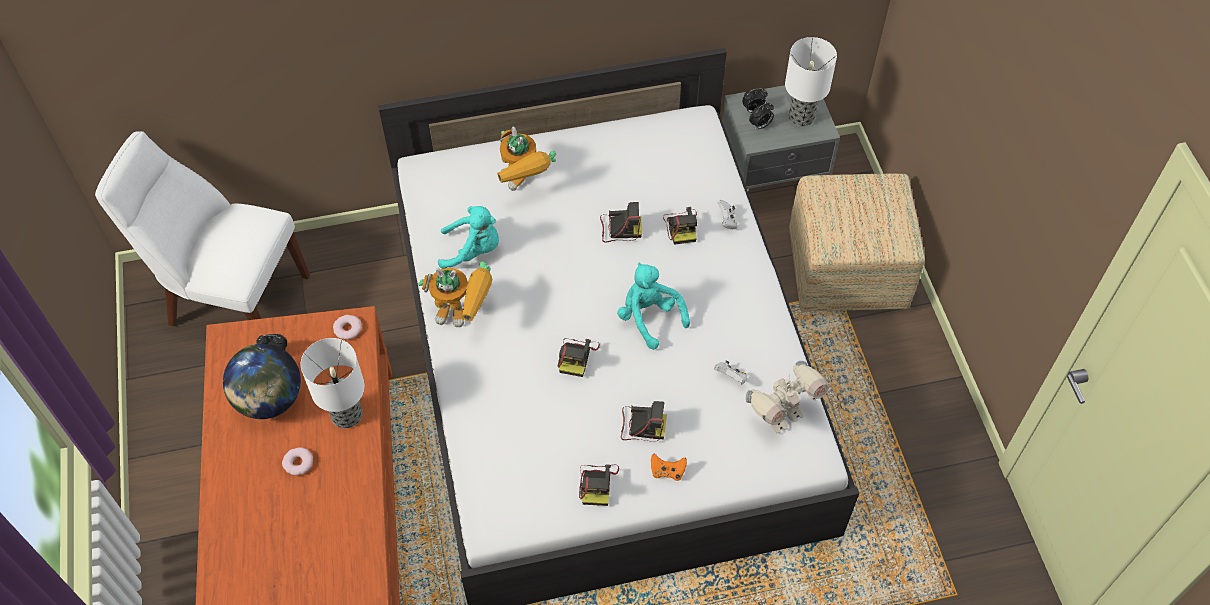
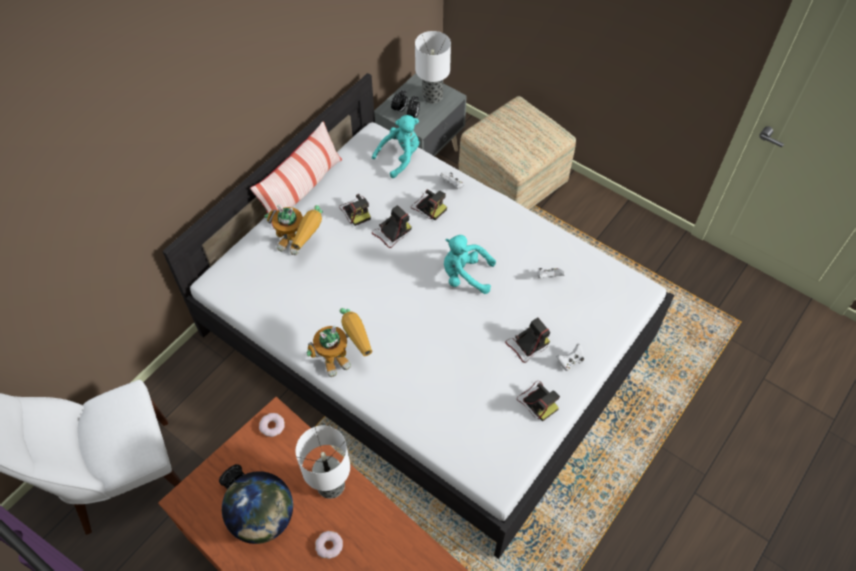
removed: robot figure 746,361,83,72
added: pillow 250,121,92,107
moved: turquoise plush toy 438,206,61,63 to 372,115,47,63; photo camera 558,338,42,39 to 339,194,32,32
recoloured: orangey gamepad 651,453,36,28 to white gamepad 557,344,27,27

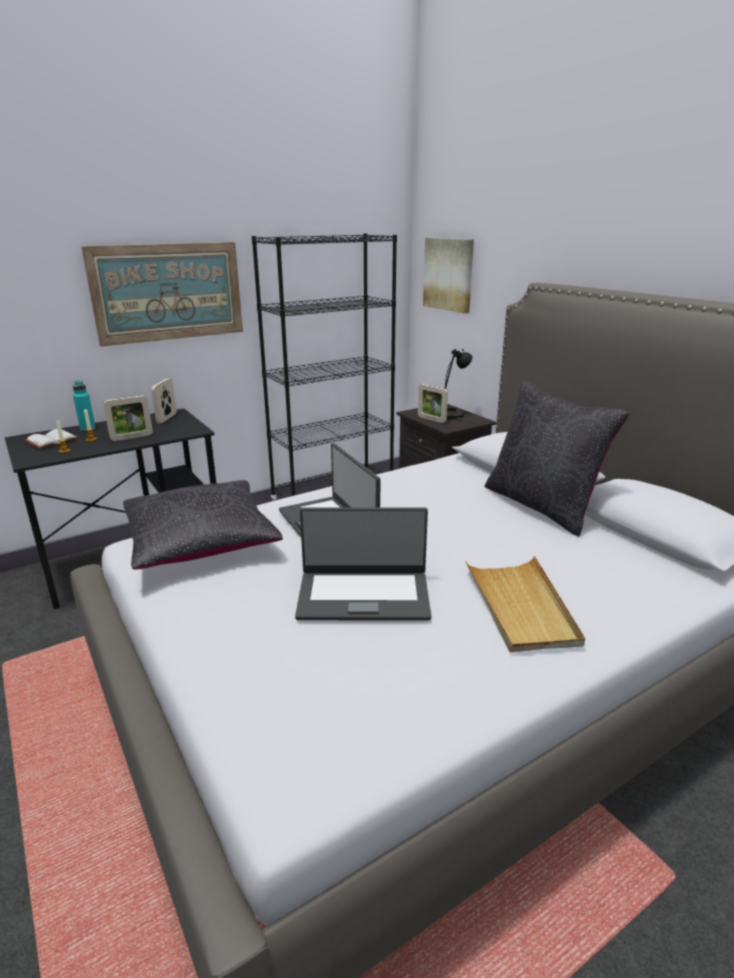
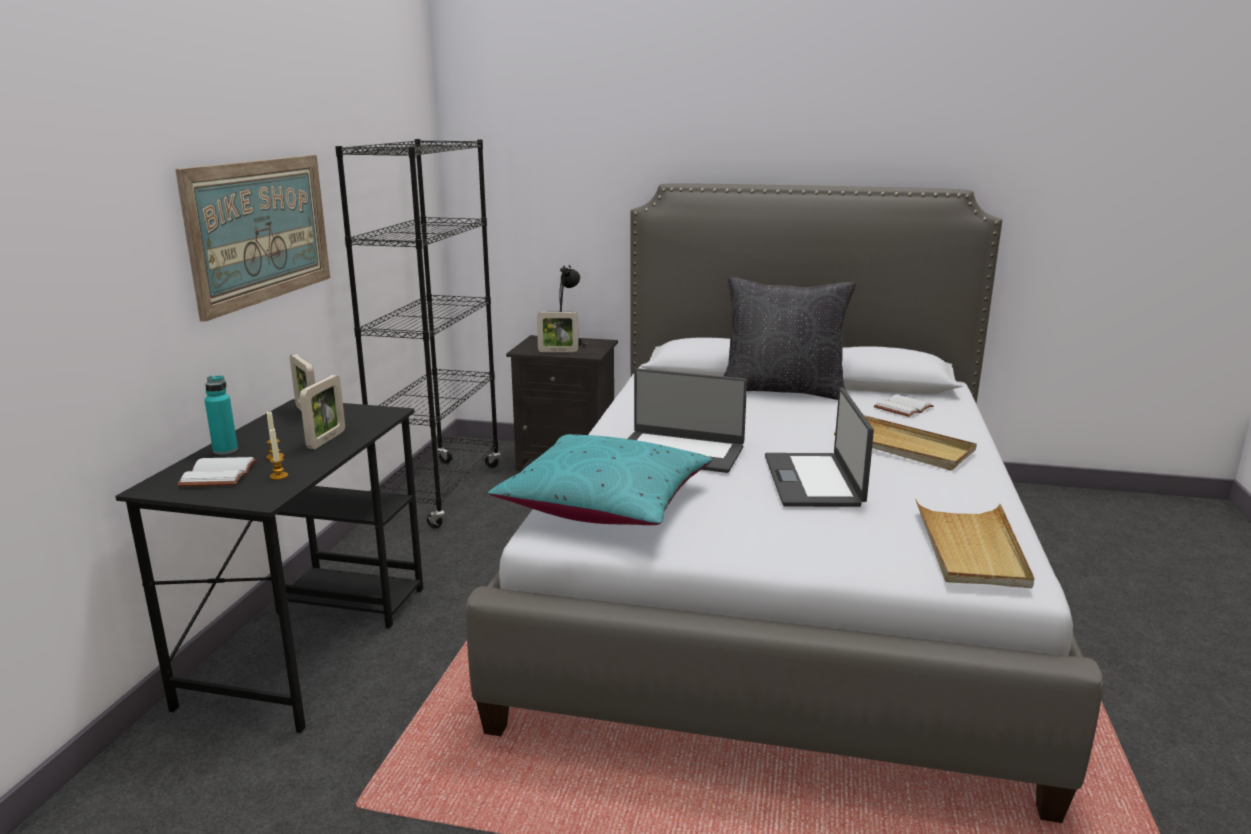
removed: wall picture 423,238,51,76
added: white book 874,395,60,22; beige-coloured tray 915,499,119,89
recoloured: black-coloured pillow 123,480,160,90 to turquoise pillow 488,434,224,91
turned: notebook computer 295,508,136,113 = 765,388,109,119 135 degrees clockwise

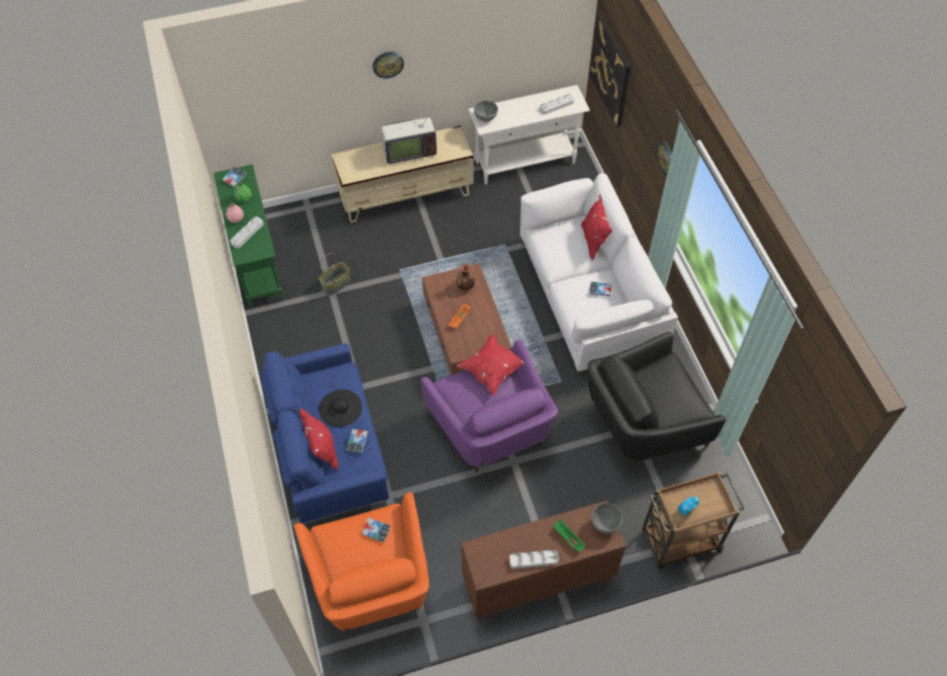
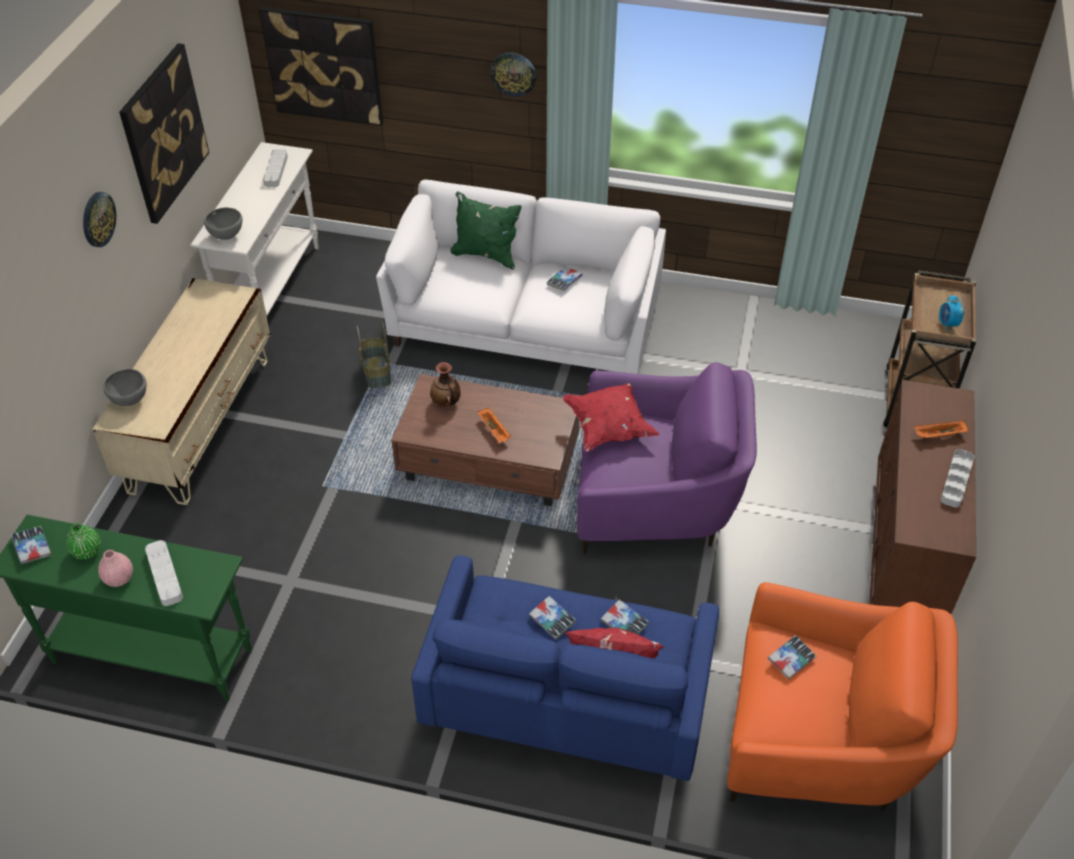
removed: TV 381,104,56,61; black-coloured armchair 588,332,138,133
added: wall picture 119,43,90,181
moved: household basket 319,253,32,43 to 356,321,35,67; greyish bowl 591,503,32,31 to 103,369,44,37
replaced: black-coloured wearable hat 319,389,43,38 to book 529,596,47,44
recoloured: greenish tray 553,519,32,32 to orangey tray 914,420,55,18; red-coloured pillow 581,194,31,66 to greenish pillow 451,191,71,79

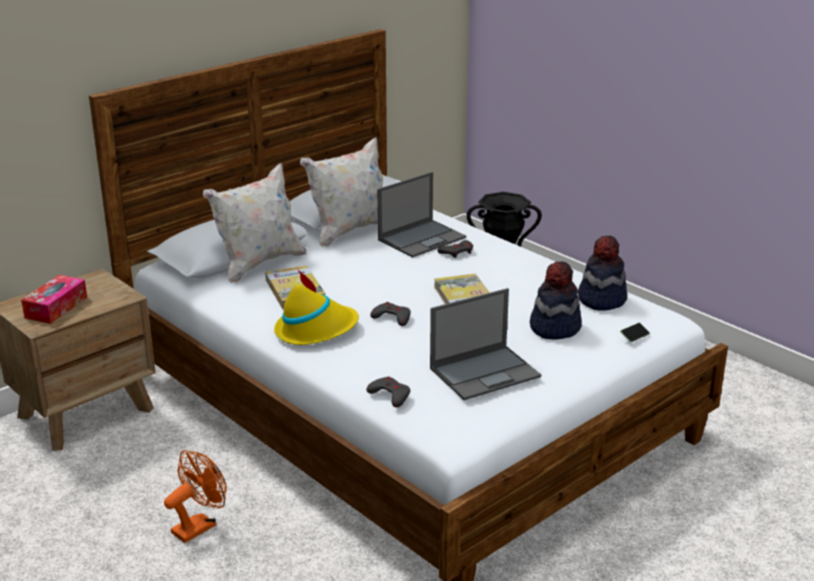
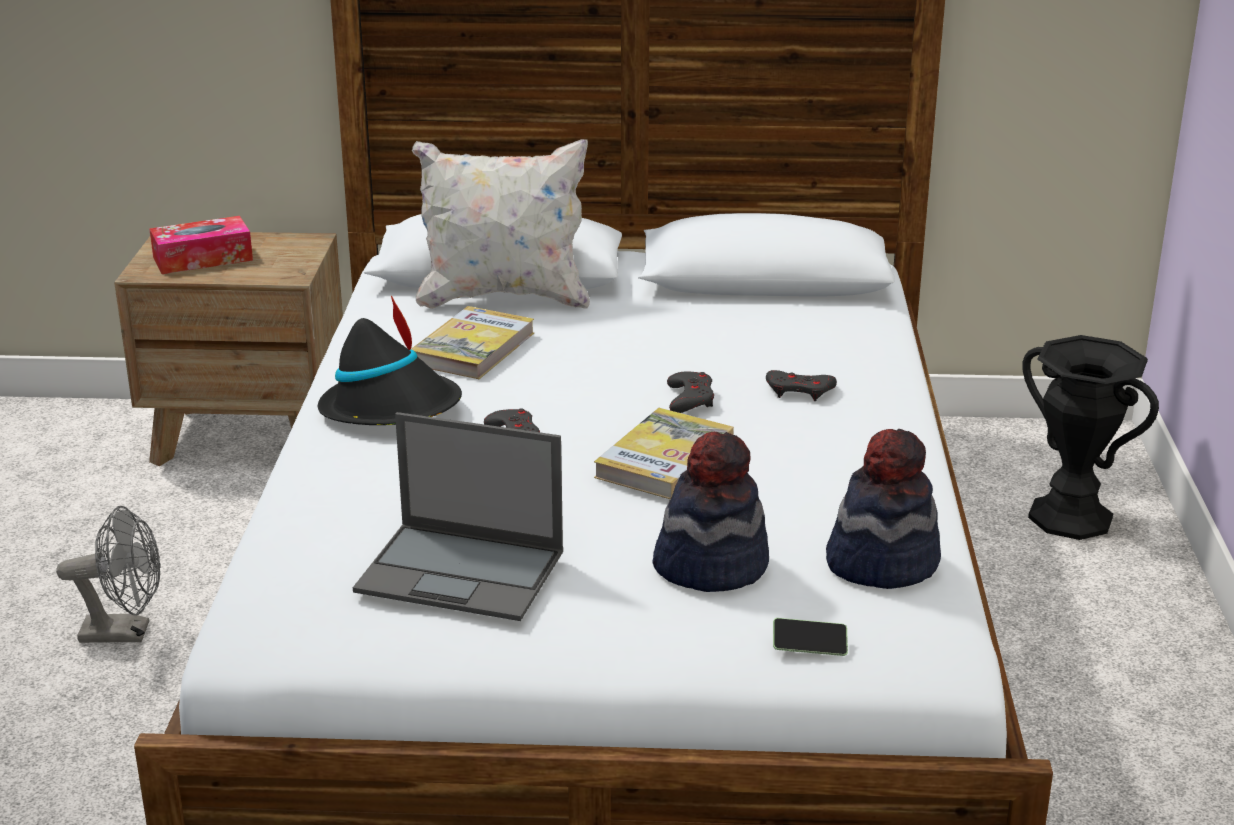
removed: white pillow 300,137,83,110; notebook computer 378,172,88,86
moved: greyish gamepad 366,376,44,31 to 667,372,47,41
recoloured: orangey electric fan 164,450,63,93 to greyish electric fan 56,506,105,137; yellowish wearable hat 274,270,85,75 to black-coloured wearable hat 318,296,144,129

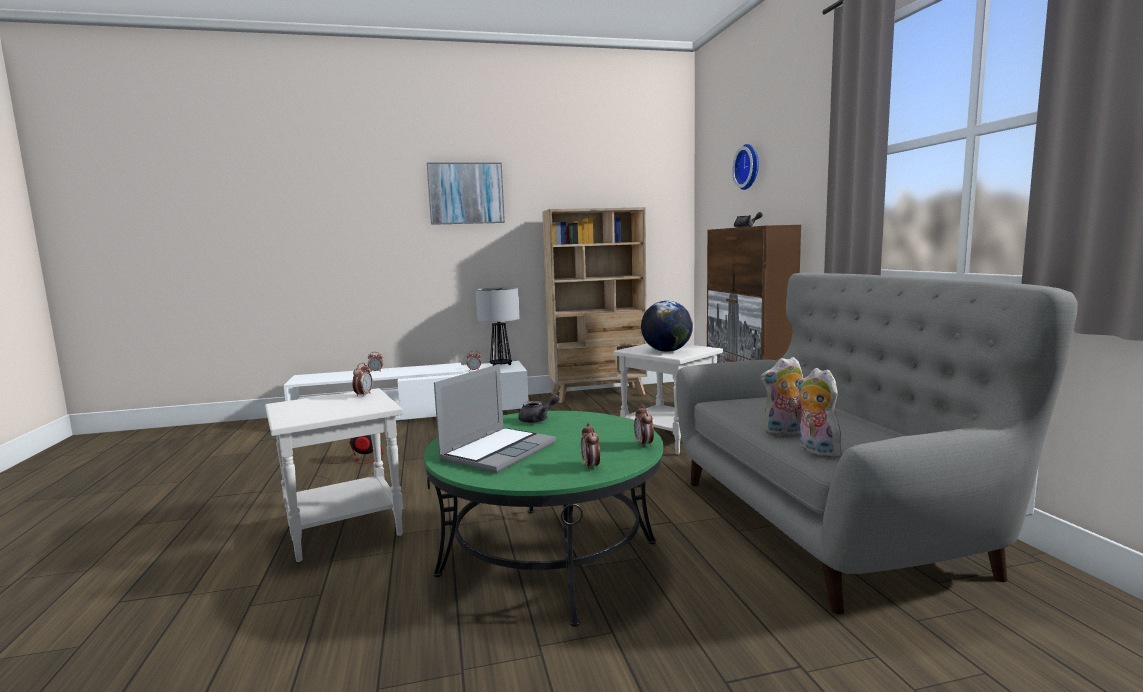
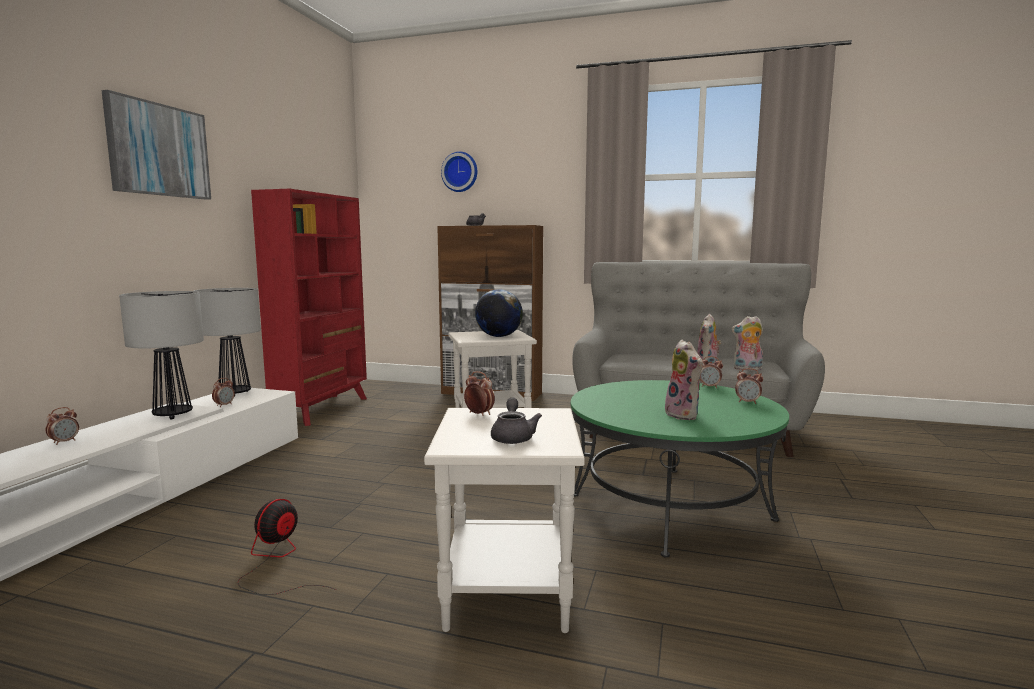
added: tabletop lamp 119,291,85,128
moved: greyish pot for tea 518,394,42,29 to 491,398,51,46
replaced: notebook computer 434,364,122,109 to plush toy 665,340,38,80
recoloured: beige-coloured bookshelf 542,207,105,196 to red-coloured bookshelf 251,189,116,237

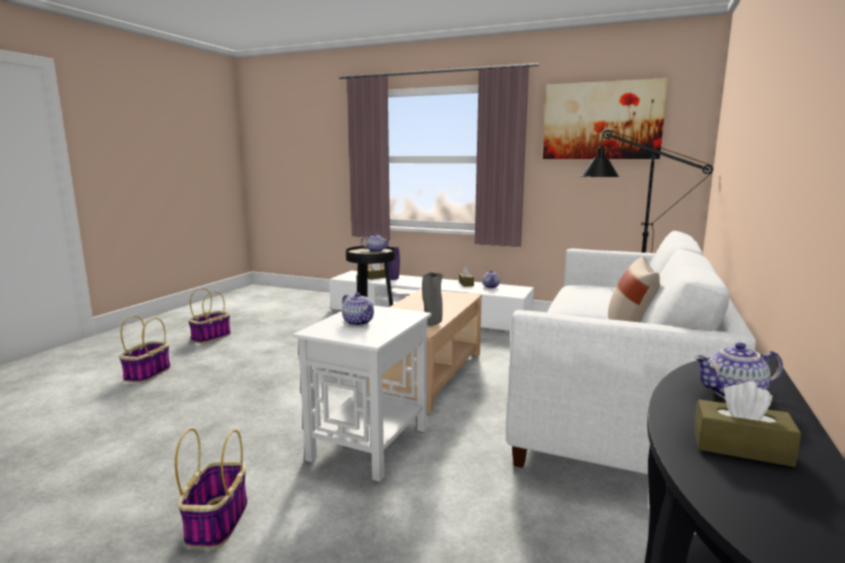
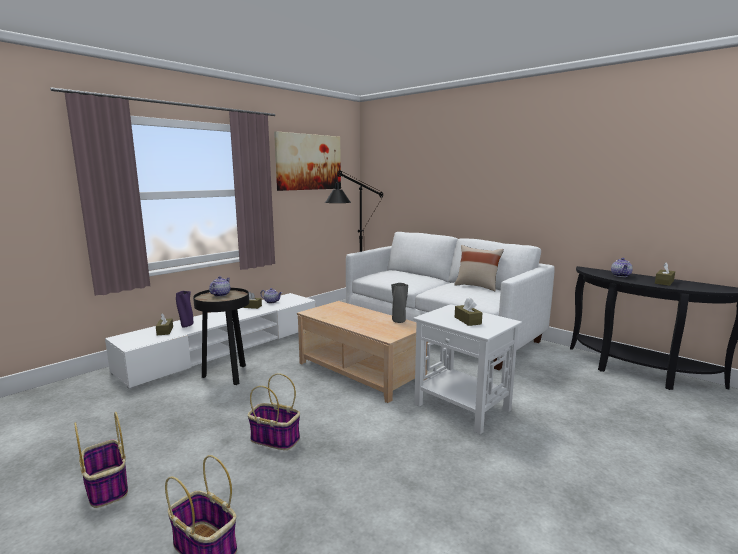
moved: household basket 175,428,73,120 to 248,373,52,77
replaced: pot for tea 342,293,32,33 to brownish tissue holder 455,298,27,28

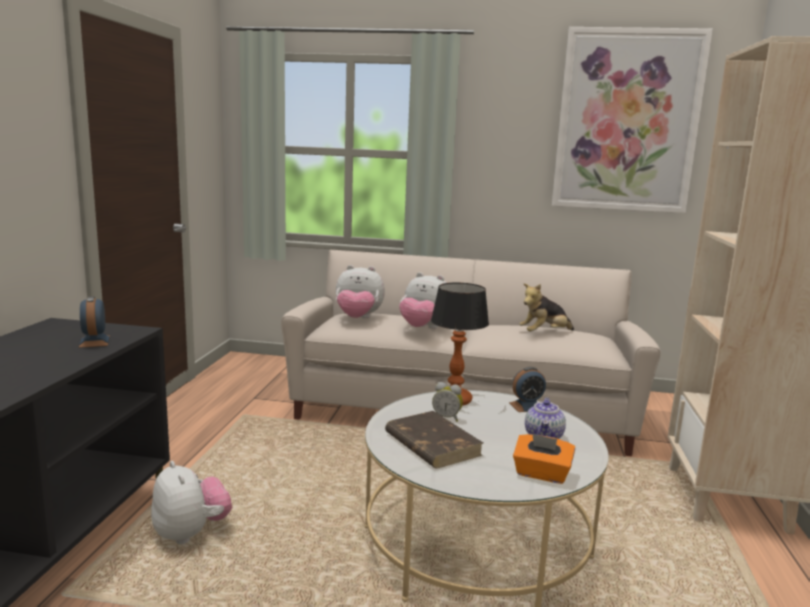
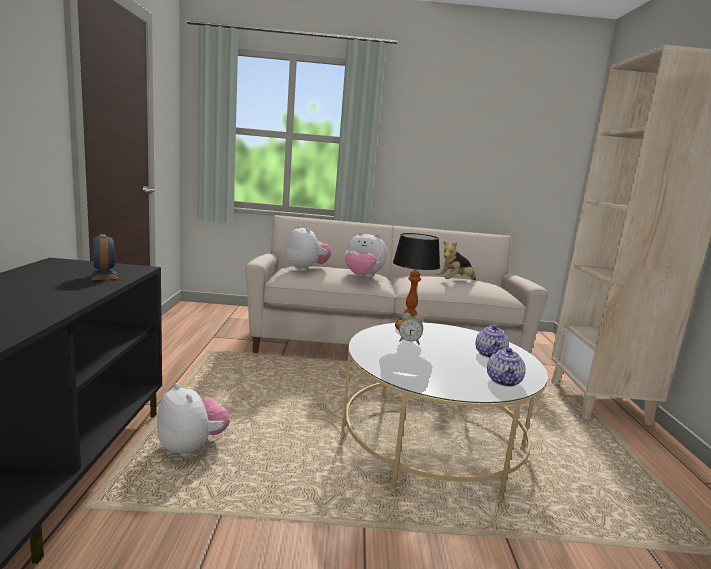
removed: brownish book 385,411,98,58; bedside clock 509,367,37,45; wall picture 552,27,161,186
replaced: orangey tissue holder 513,433,62,51 to pot for tea 487,346,39,41
turned: plush toy 336,265,49,53 = 286,225,45,47 120 degrees counterclockwise

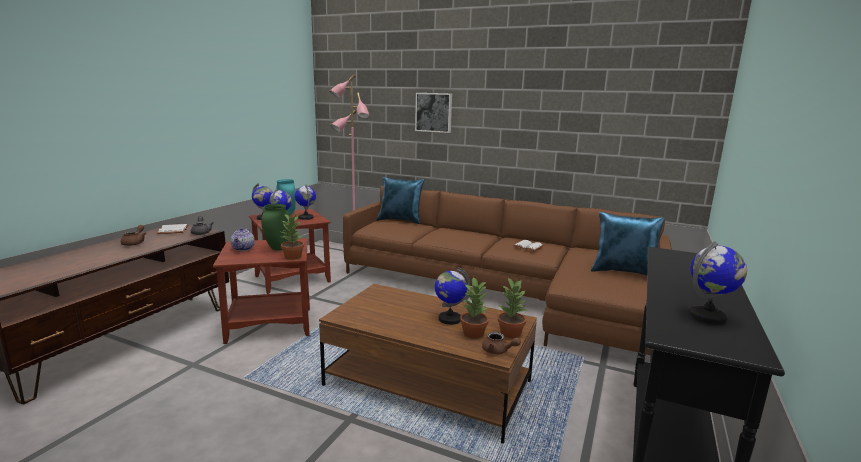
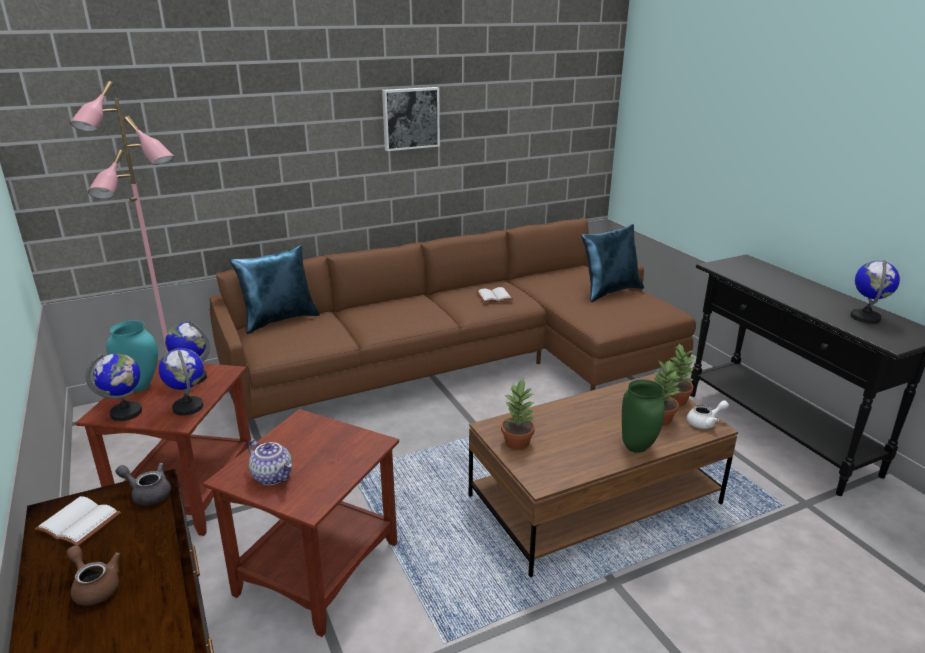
removed: world globe 435,267,36,58
moved: greenish flower vase 261,204,29,46 to 622,380,43,73; potted plant 281,213,23,47 to 501,378,35,72; wall picture 415,93,37,40 to 382,87,58,64
recoloured: brownish pot for tea 482,332,39,22 to white pot for tea 687,400,42,29

